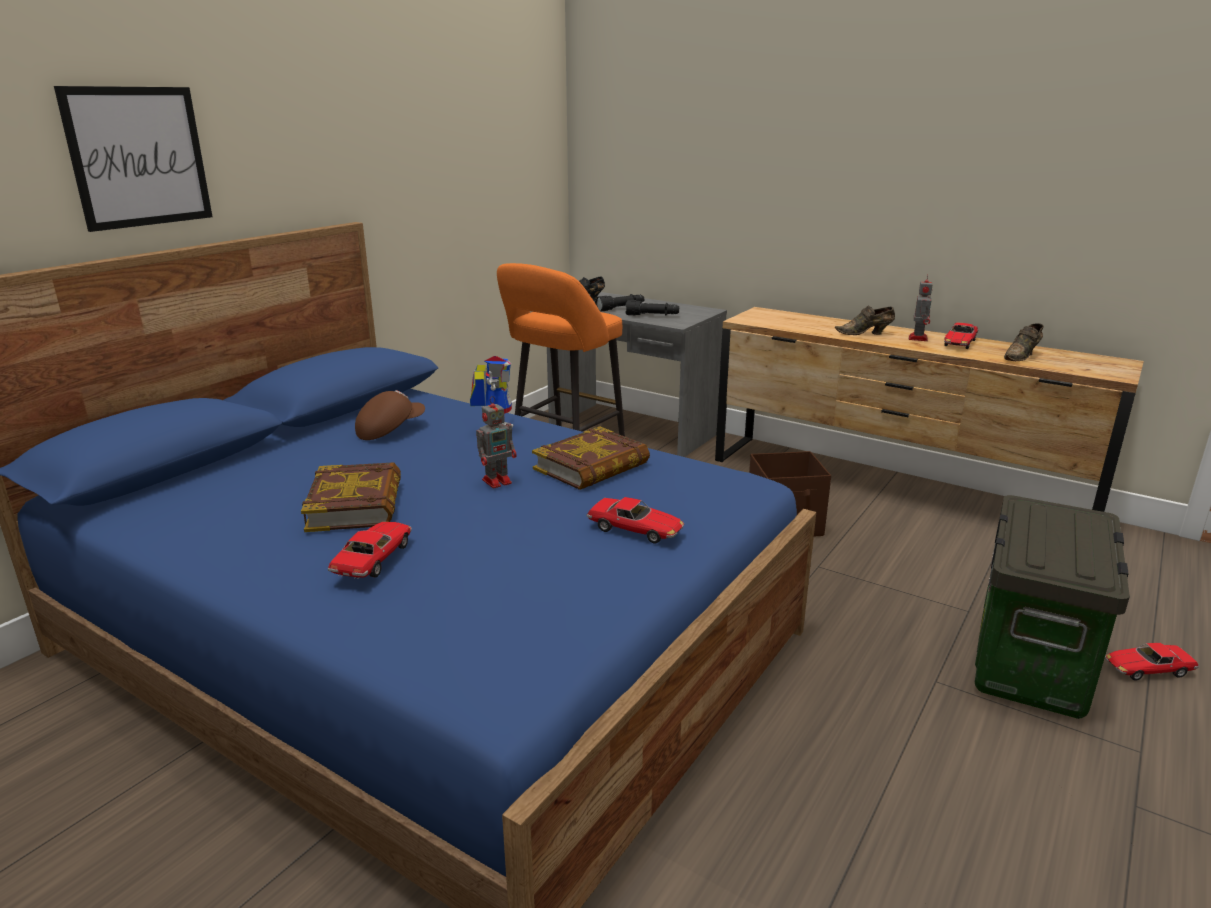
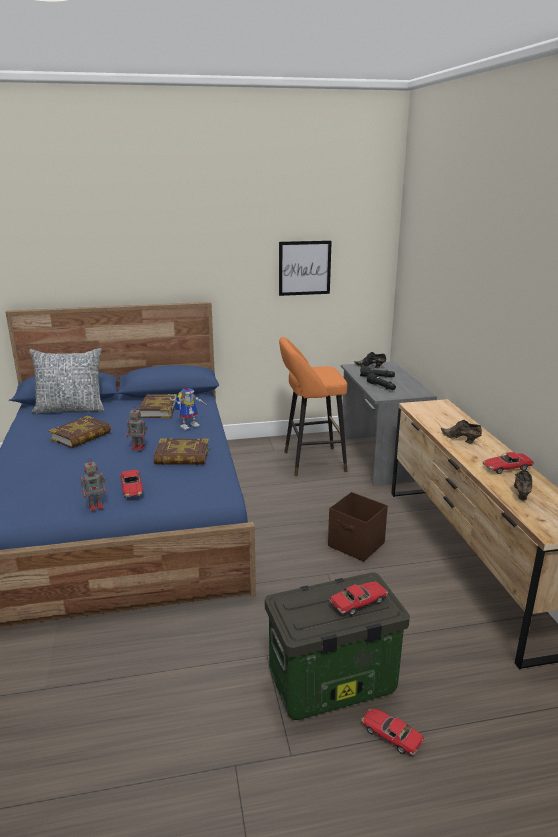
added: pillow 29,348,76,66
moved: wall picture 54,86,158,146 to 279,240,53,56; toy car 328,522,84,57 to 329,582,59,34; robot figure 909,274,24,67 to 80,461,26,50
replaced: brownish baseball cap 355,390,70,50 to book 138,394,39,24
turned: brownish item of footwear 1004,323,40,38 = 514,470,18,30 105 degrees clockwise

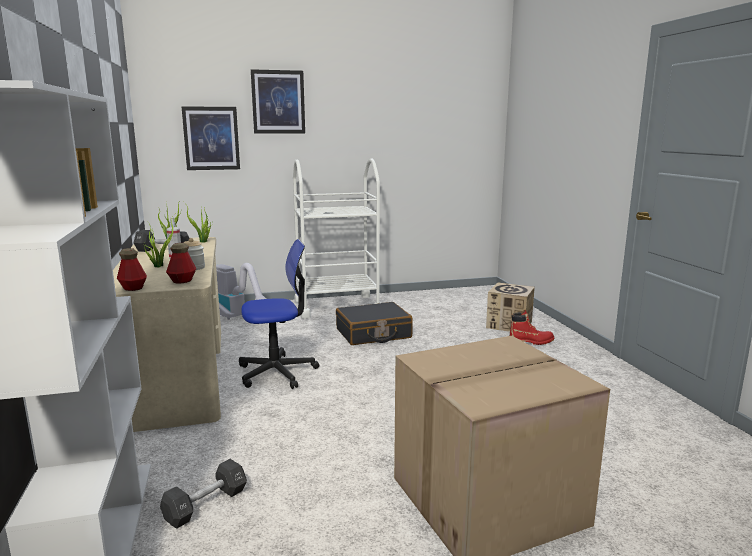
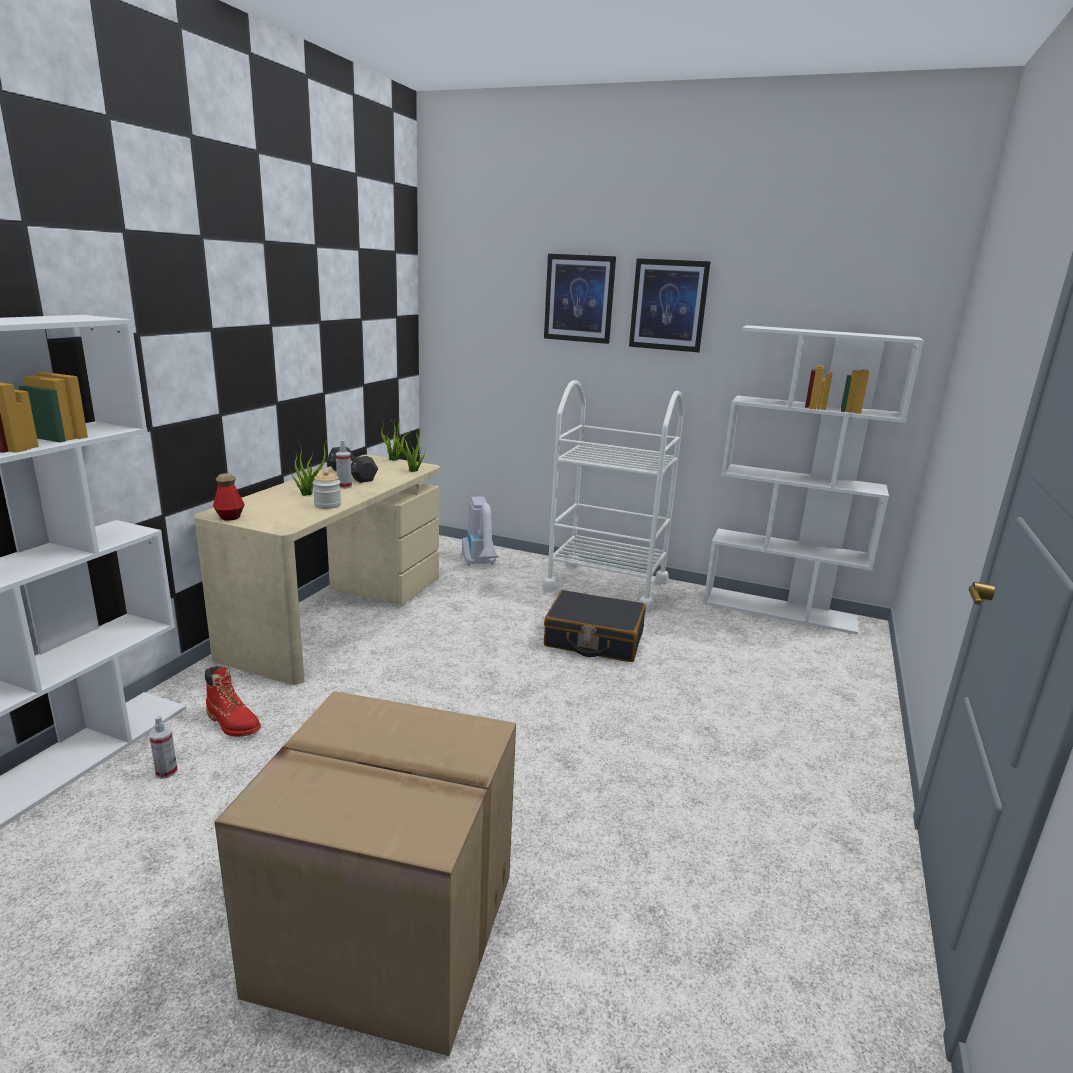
removed: bottle 166,243,31,41; office chair 239,239,80,150; cardboard box 486,282,49,50
added: white bookshelf 703,325,221,310
moved: wall picture 182,106,58,64 to 629,258,82,94; red-coloured boot 509,310,45,35 to 205,666,56,71
replaced: black-coloured free weight 160,459,87,70 to spray bottle 149,716,29,63

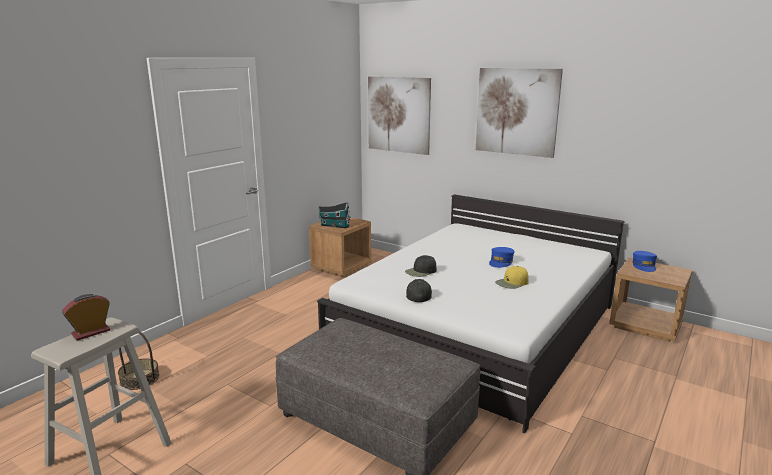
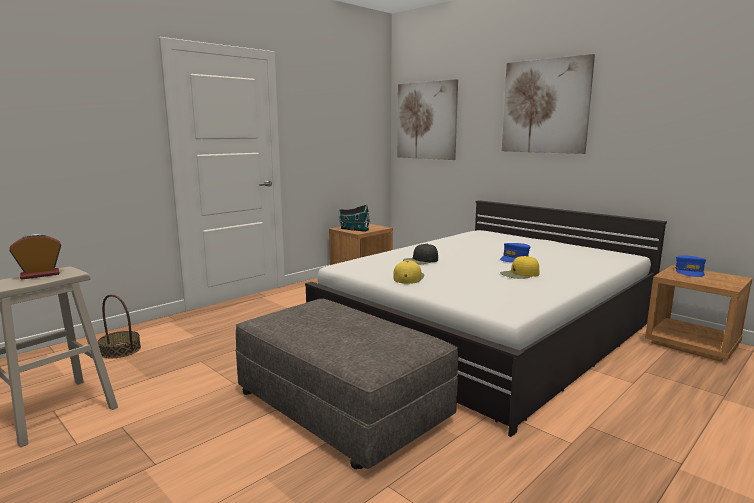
recoloured: black-coloured baseball cap 406,279,26,23 to yellowish baseball cap 393,260,31,24

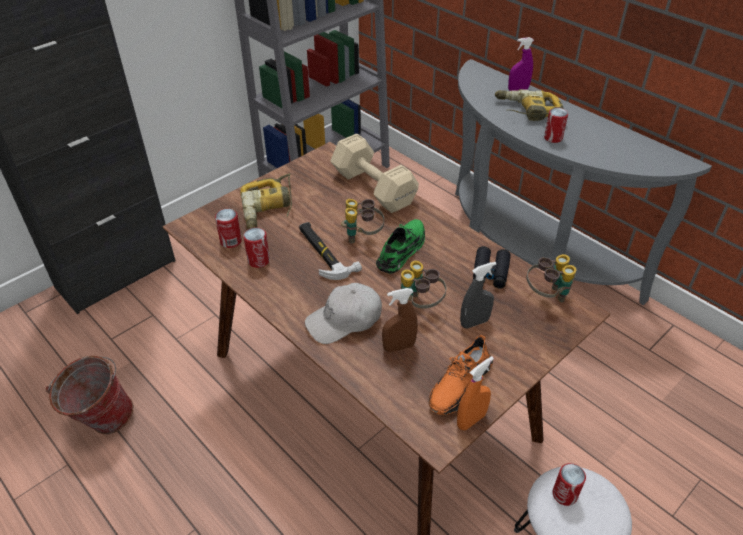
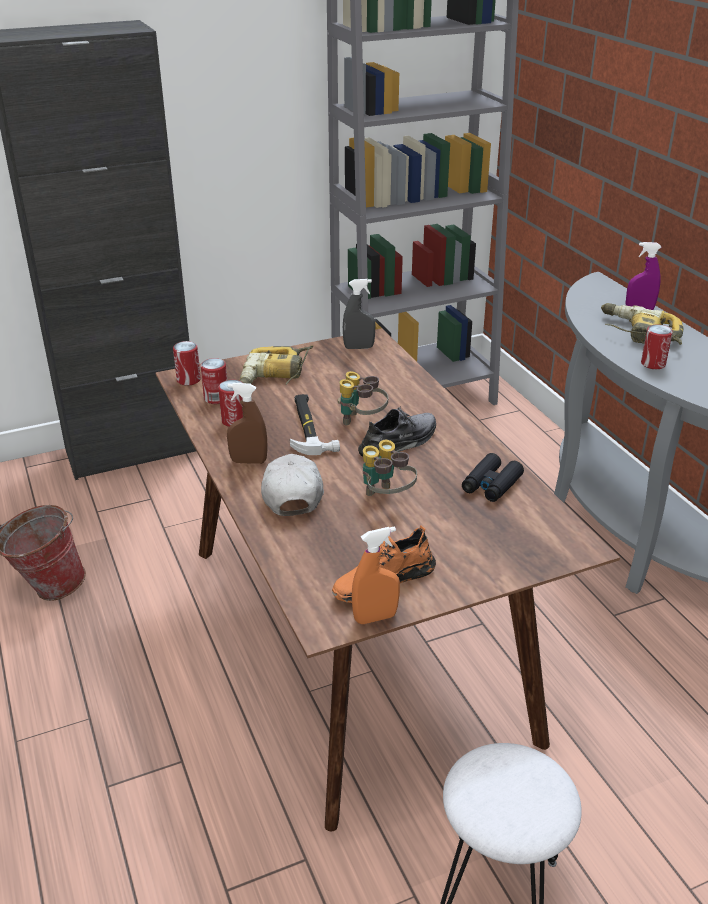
removed: beige-coloured free weight 330,134,89,79; pair of binoculars 527,254,50,48
moved: brownish spray bottle 382,288,36,64 to 227,383,41,81; greyish spray bottle 460,262,36,66 to 343,279,33,70; sealed can 553,463,33,43 to 173,341,28,45
recoloured: greenish item of footwear 376,219,49,55 to greyish item of footwear 358,406,78,51
turned: white baseball cap 305,283,77,61 = 261,454,63,62 90 degrees clockwise

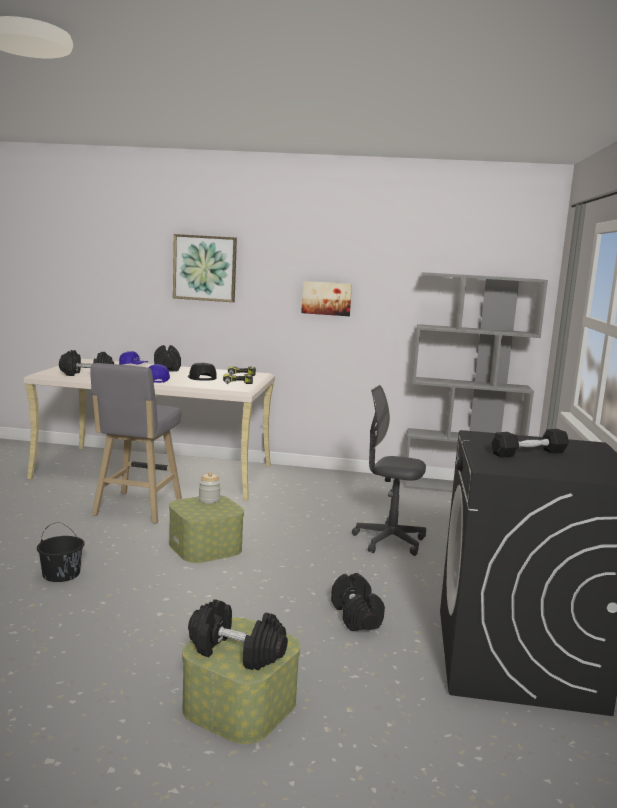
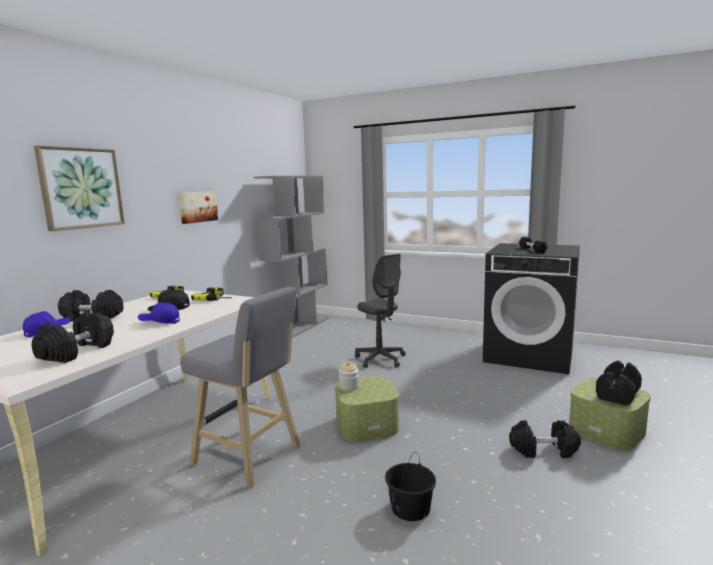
moved: black-coloured free weight 331,573,54,58 to 509,420,72,38
turned: greyish office chair 352,385,74,171 = 355,254,50,114 75 degrees counterclockwise

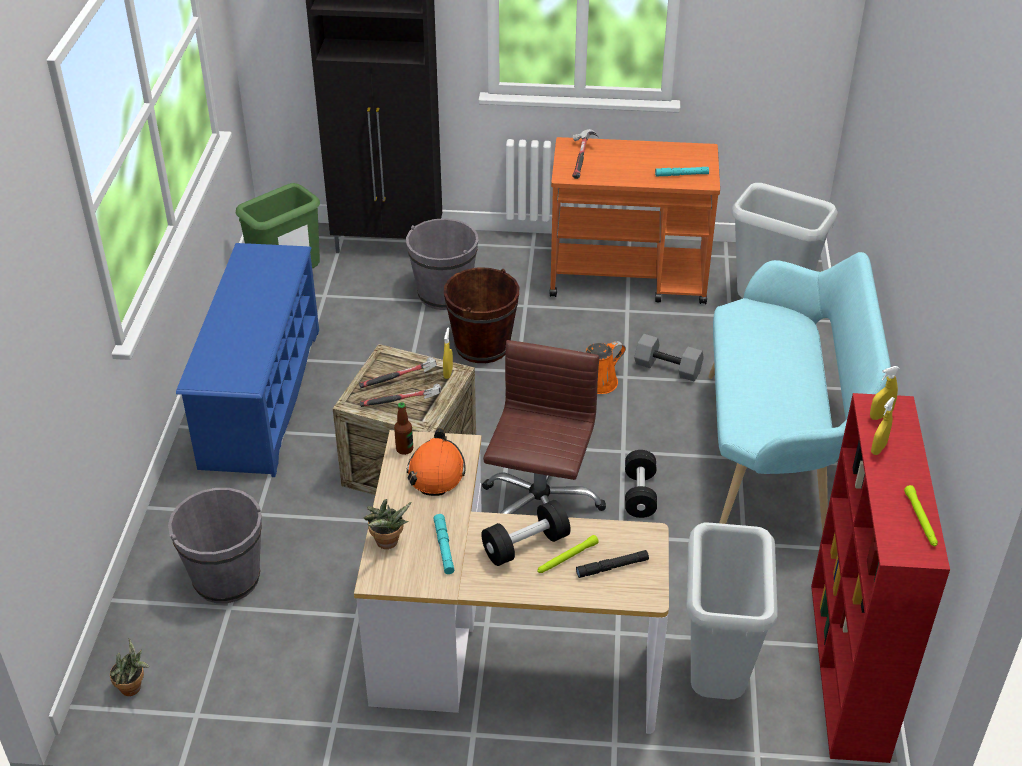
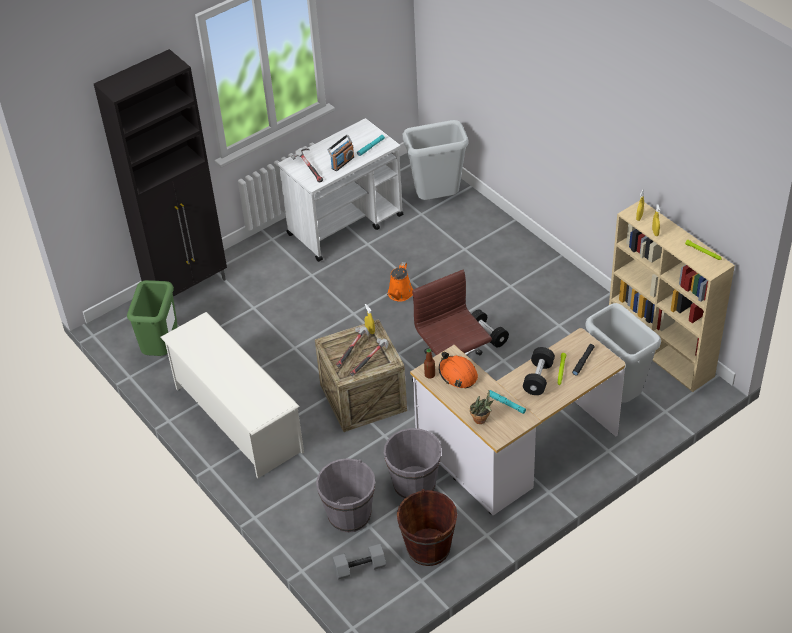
removed: potted plant 110,638,39,58; turquoise long seat 708,252,183,282
added: radio 328,135,26,36
moved: greyish bucket 406,218,73,92 to 384,428,58,71; brownish bucket 444,268,75,95 to 397,489,60,77; greyish free weight 634,334,70,47 to 332,544,54,36
recoloured: bluish shoe shelf 176,243,143,234 to white shoe shelf 160,312,144,166; orangey cart 549,137,171,167 to white cart 278,118,126,144; red-coloured bookshelf 811,393,139,370 to beige-coloured bookshelf 609,201,126,191

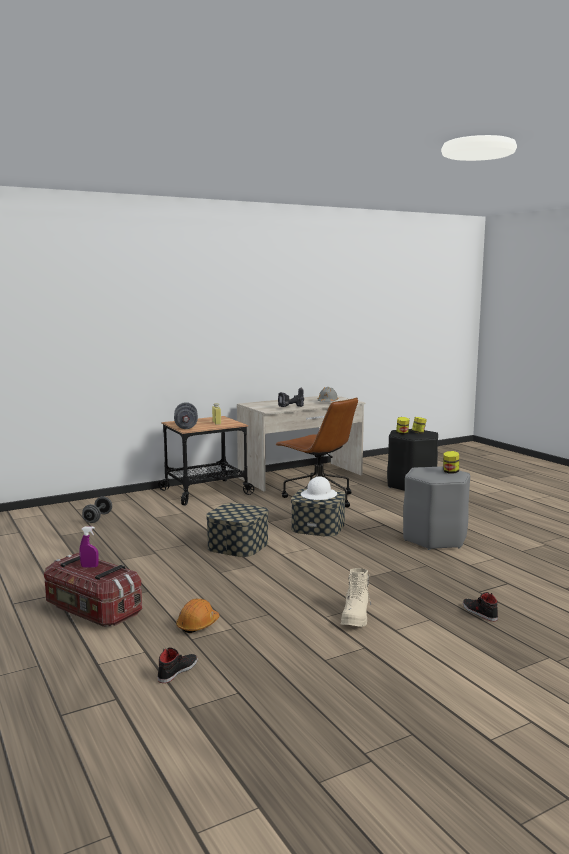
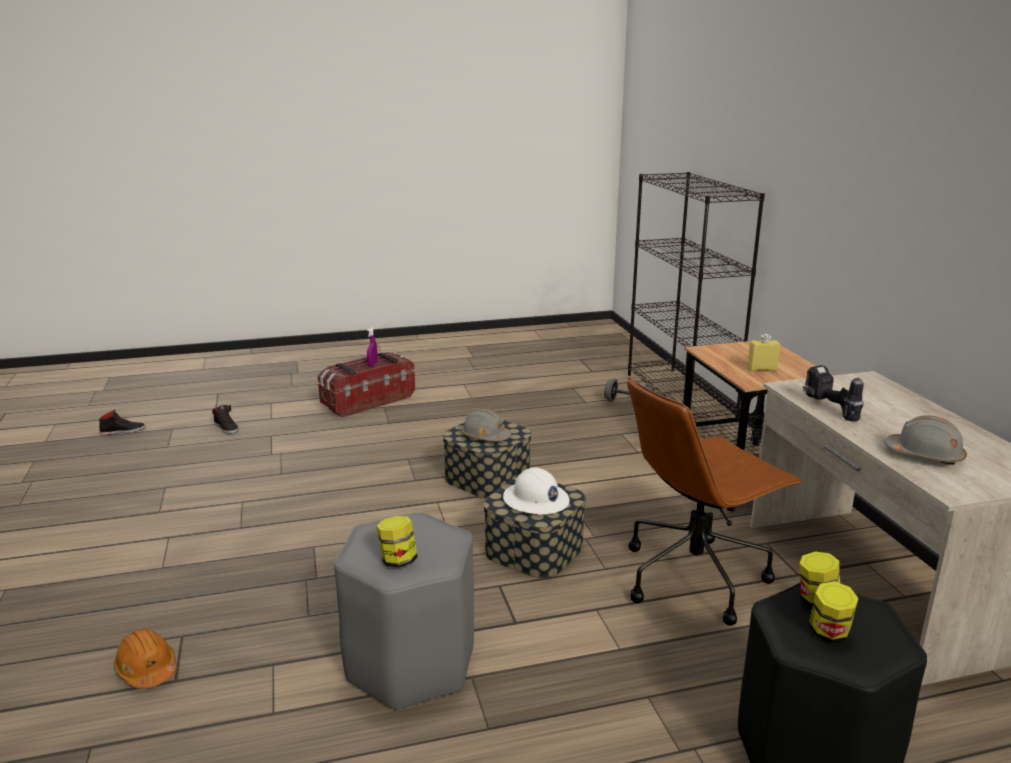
removed: greyish free weight 174,402,24,27; beige-coloured boot 341,568,30,59
added: greyish hard hat 461,408,50,33; black-coloured bookshelf 628,172,137,247
moved: orangey hard hat 176,599,44,34 to 114,628,63,61; black-coloured item of footwear 463,592,35,29 to 99,410,47,25

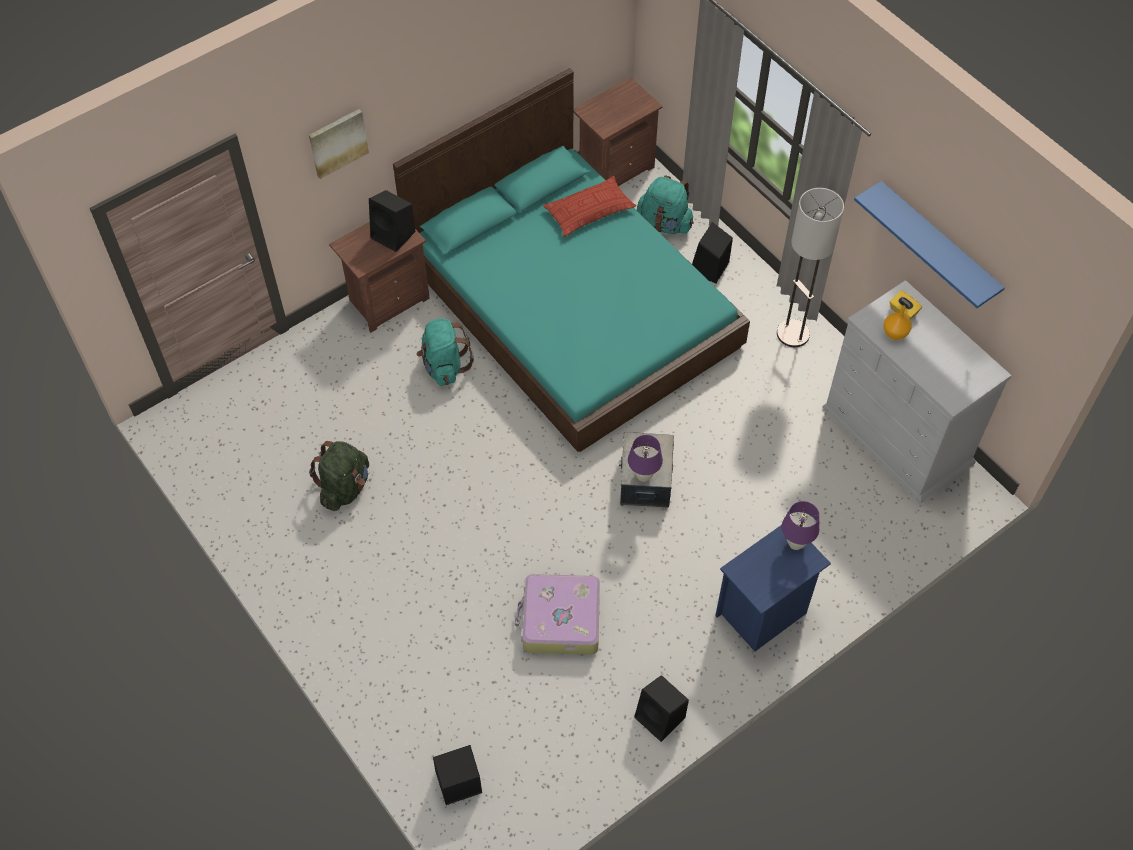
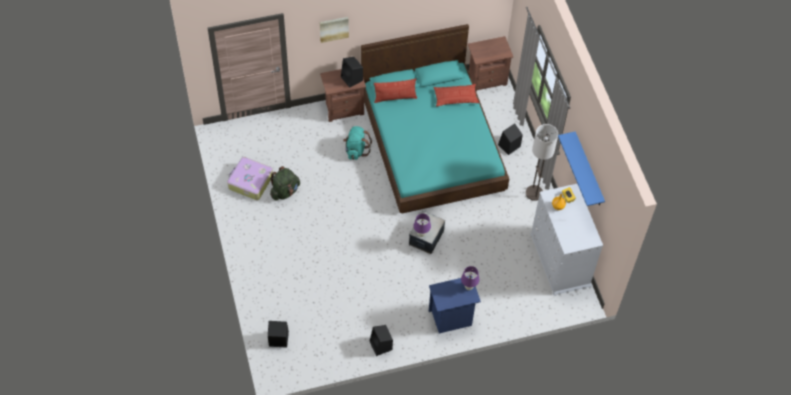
removed: turquoise backpack 637,175,57,59
added: pillow 374,79,43,24
moved: travel case 515,574,85,81 to 227,157,46,43

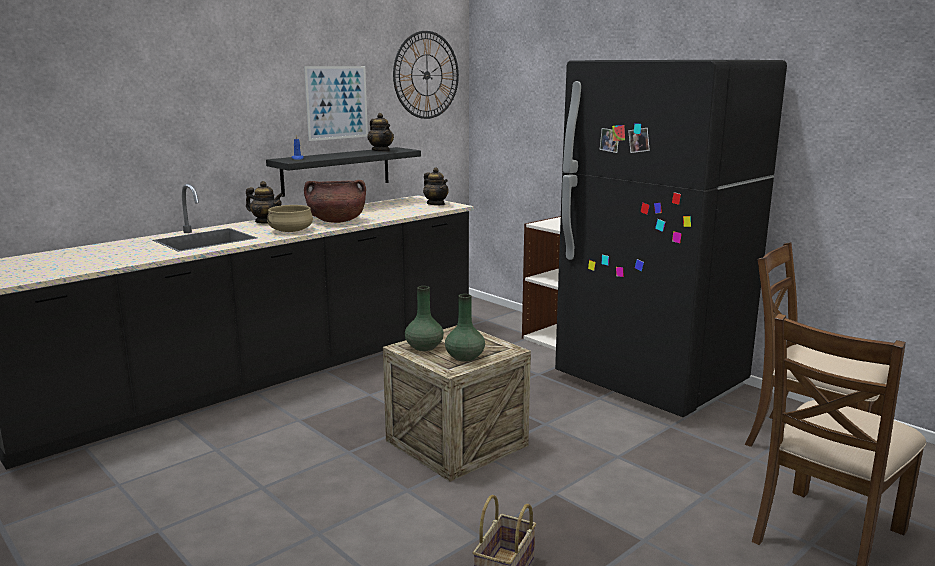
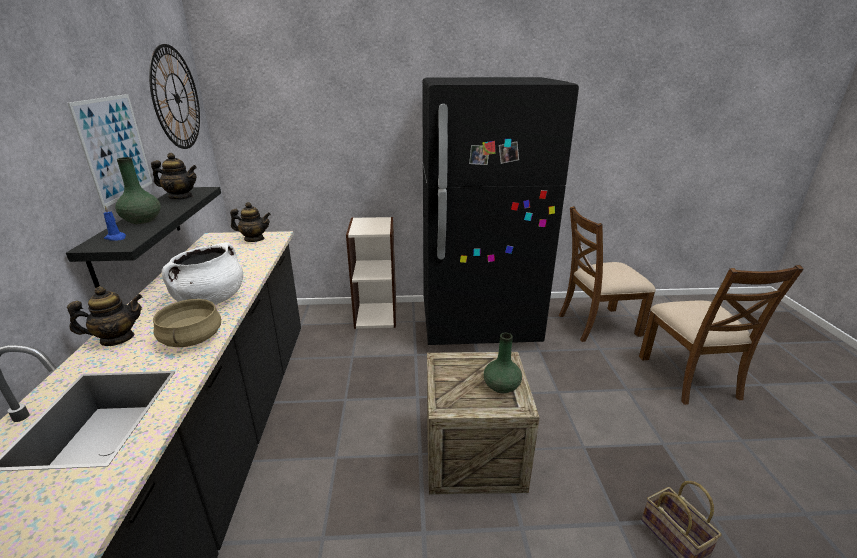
moved: greenish flower vase 405,286,39,65 to 115,157,46,67
recoloured: brownish stockpot 304,180,62,43 to white stockpot 162,242,81,62

